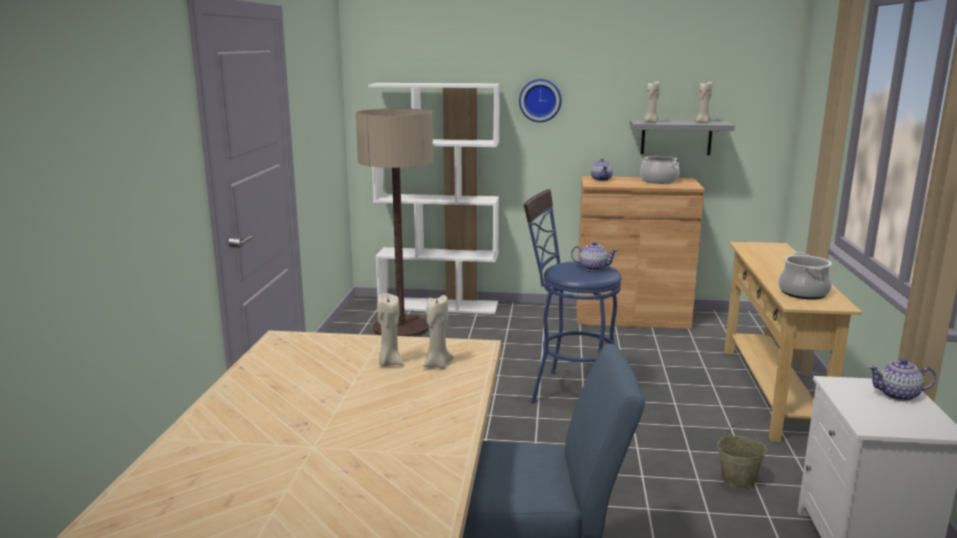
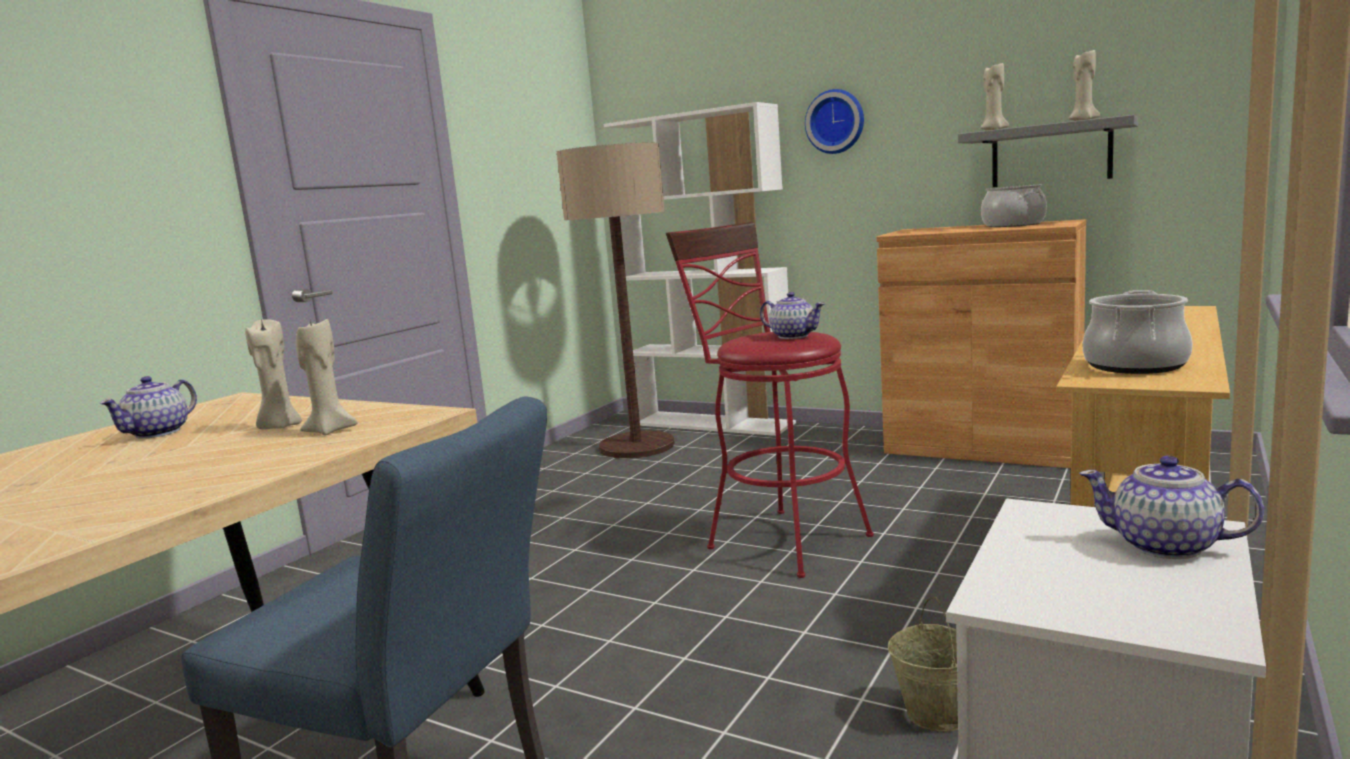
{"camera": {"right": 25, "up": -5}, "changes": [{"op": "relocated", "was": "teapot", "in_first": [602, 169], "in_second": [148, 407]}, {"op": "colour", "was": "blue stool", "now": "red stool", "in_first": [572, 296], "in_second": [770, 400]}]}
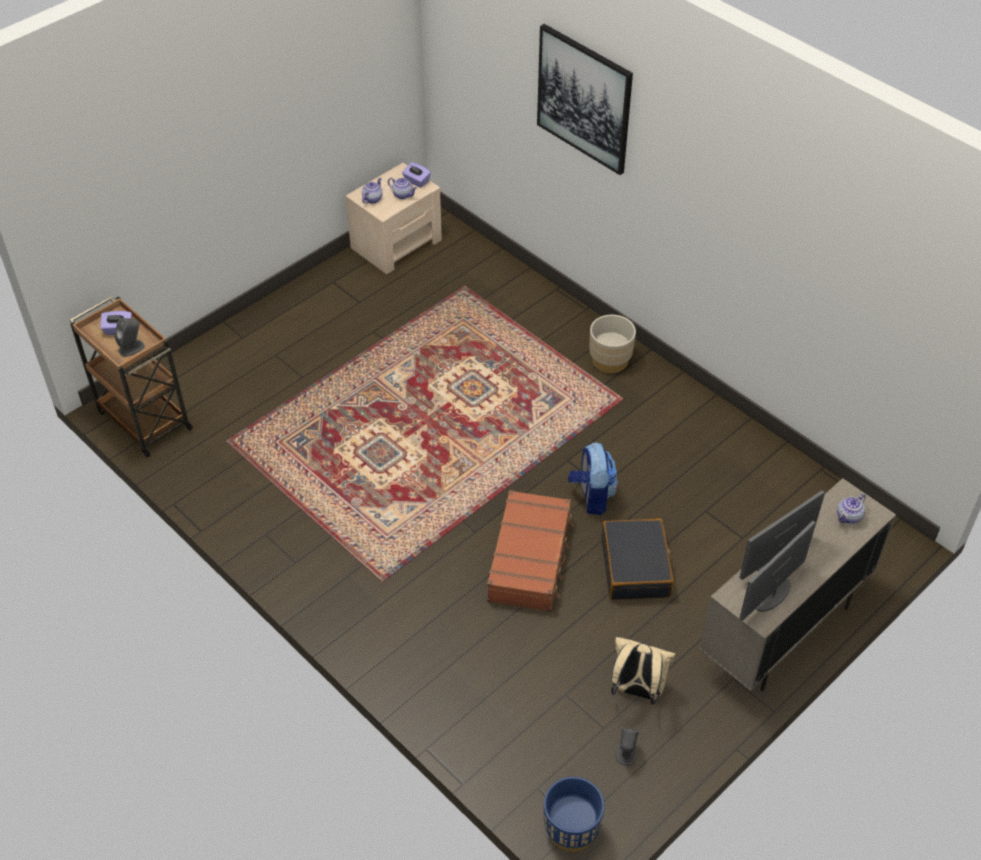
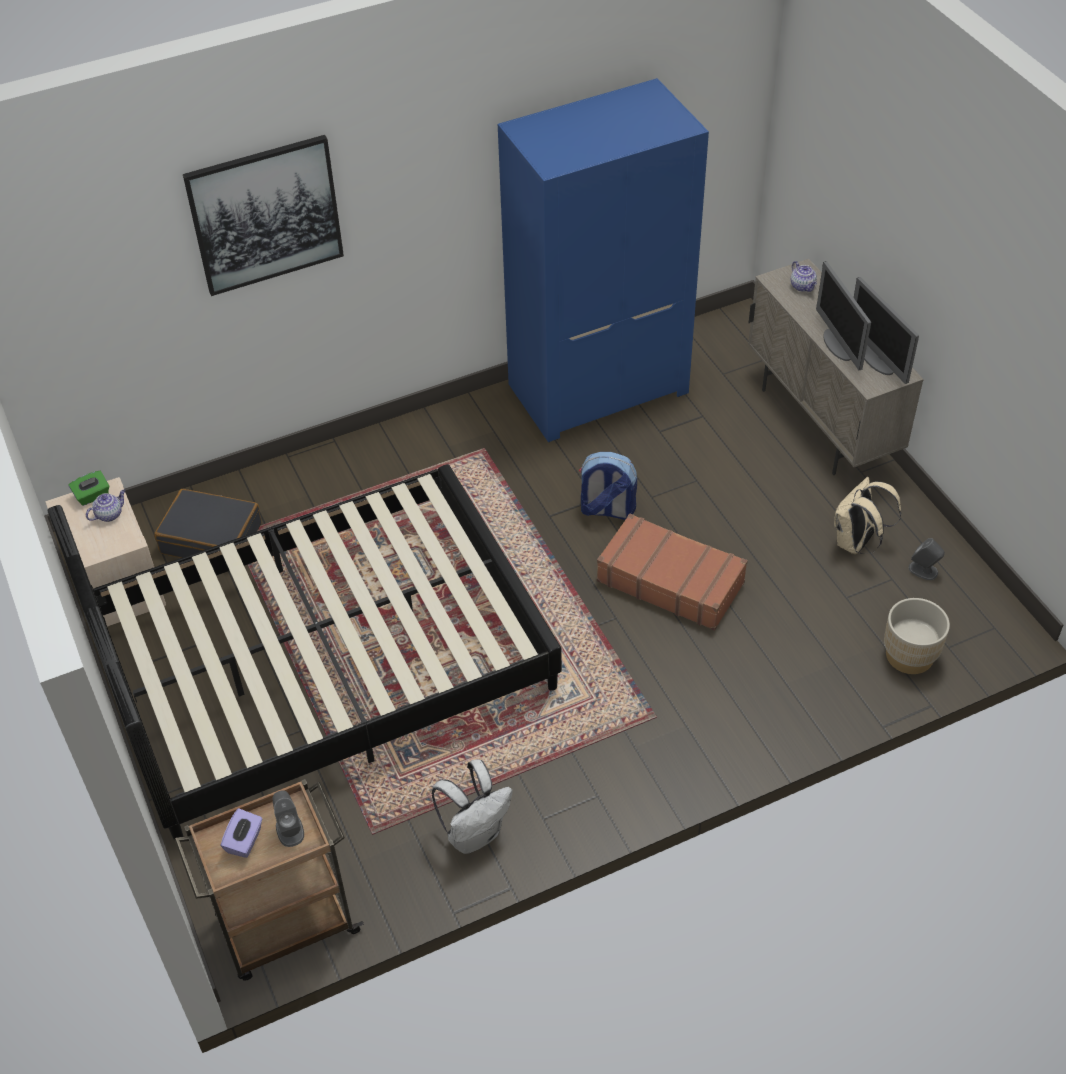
{"camera": {"right": -70, "up": 0}, "changes": [{"op": "appeared", "now": "black bed", "in_second": [305, 652]}, {"op": "colour", "was": "purple tissue box", "now": "green tissue box", "in_first": [416, 175], "in_second": [89, 488]}, {"op": "relocated", "was": "black suitcase", "in_first": [637, 559], "in_second": [207, 523]}, {"op": "appeared", "now": "white backpack", "in_second": [472, 806]}, {"op": "appeared", "now": "blue wardrobe", "in_second": [603, 260]}, {"op": "relocated", "was": "beige planter", "in_first": [612, 344], "in_second": [917, 636]}, {"op": "missing", "was": "teapot", "in_first": [372, 191]}, {"op": "missing", "was": "blue planter", "in_first": [574, 814]}]}
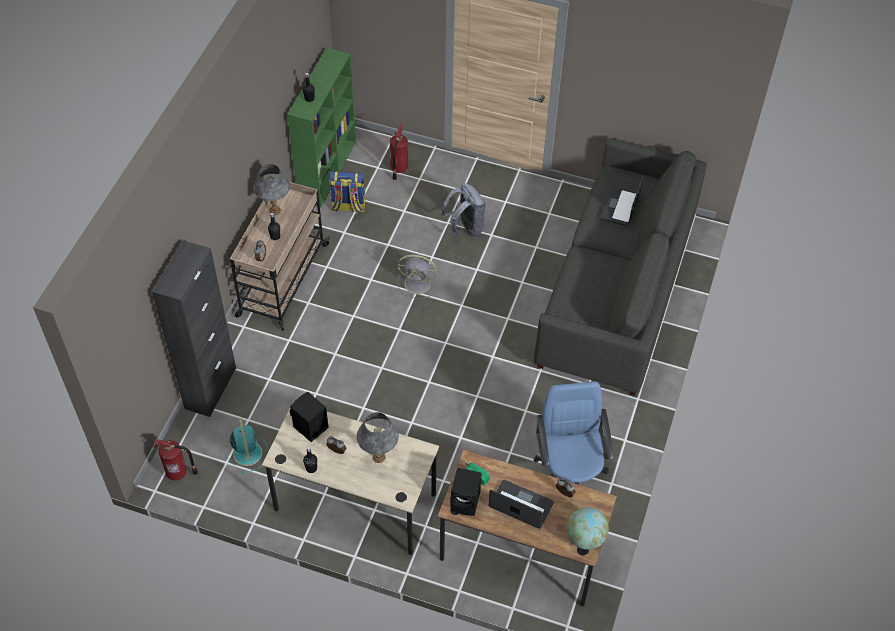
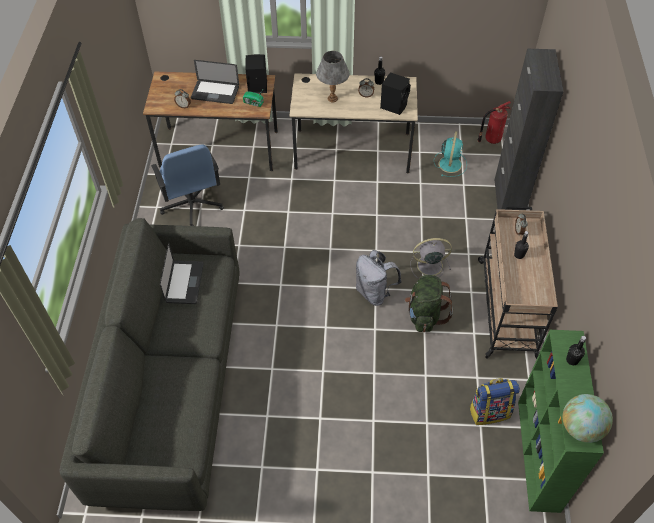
{"camera": {"right": 165, "up": 0}, "changes": [{"op": "relocated", "was": "laptop", "in_first": [622, 199], "in_second": [182, 273]}, {"op": "relocated", "was": "grey backpack", "in_first": [463, 210], "in_second": [379, 278]}, {"op": "appeared", "now": "green backpack", "in_second": [429, 303]}, {"op": "relocated", "was": "grey fan", "in_first": [418, 277], "in_second": [431, 258]}, {"op": "spun", "was": "turquoise fan", "in_first": [247, 446], "in_second": [450, 154], "clockwise": -135}, {"op": "relocated", "was": "globe", "in_first": [588, 528], "in_second": [588, 418]}, {"op": "missing", "was": "grey table lamp", "in_first": [271, 189]}, {"op": "missing", "was": "fire extinguisher", "in_first": [399, 152]}]}
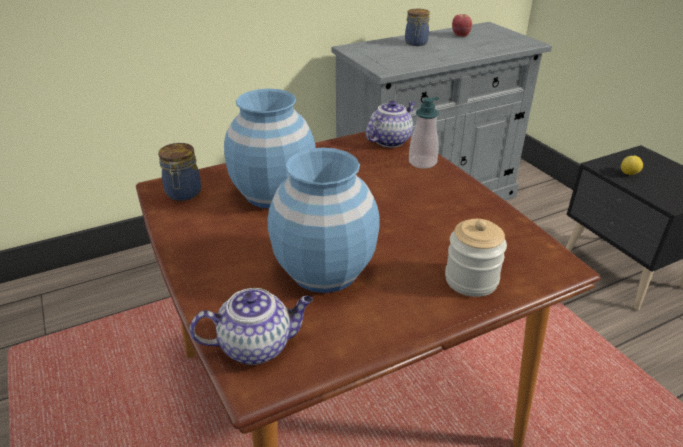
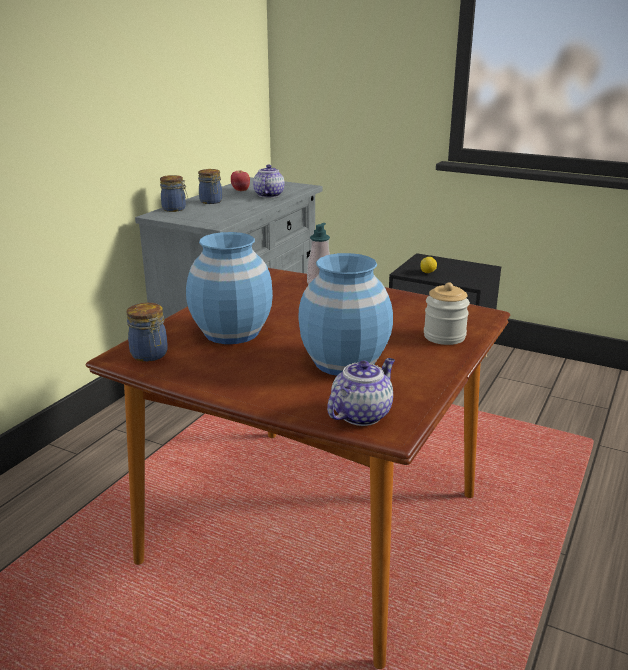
{"camera": {"right": -35, "up": -10}, "changes": [{"op": "appeared", "now": "jar", "in_second": [174, 193]}, {"op": "relocated", "was": "teapot", "in_first": [391, 124], "in_second": [269, 181]}]}
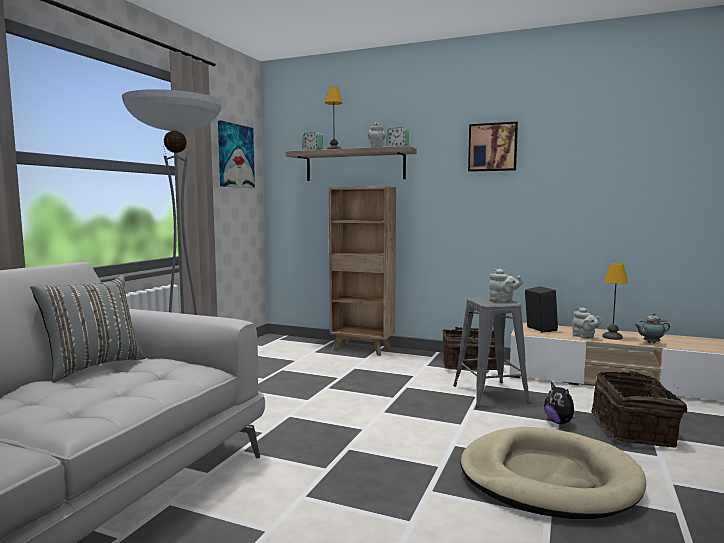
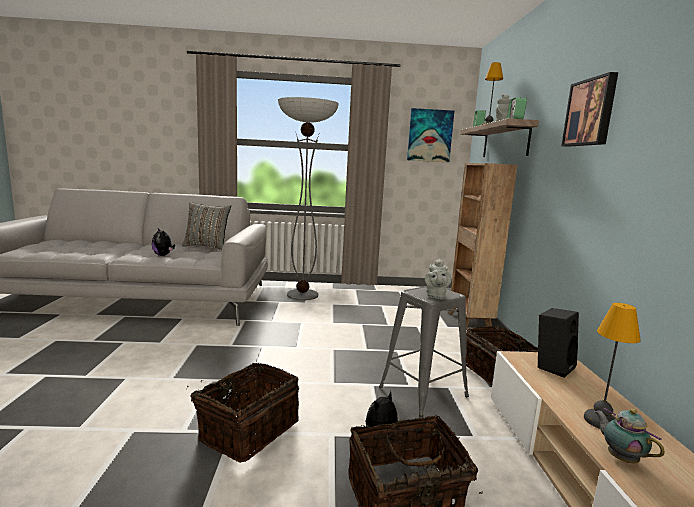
{"camera": {"right": 65, "up": 5}, "changes": [{"op": "appeared", "now": "plush toy", "in_second": [163, 242]}, {"op": "exchanged", "was": "beige dog bed", "now": "basket", "in_first": [553, 473], "in_second": [243, 413]}, {"op": "missing", "was": "grey teapot", "in_first": [587, 323]}]}
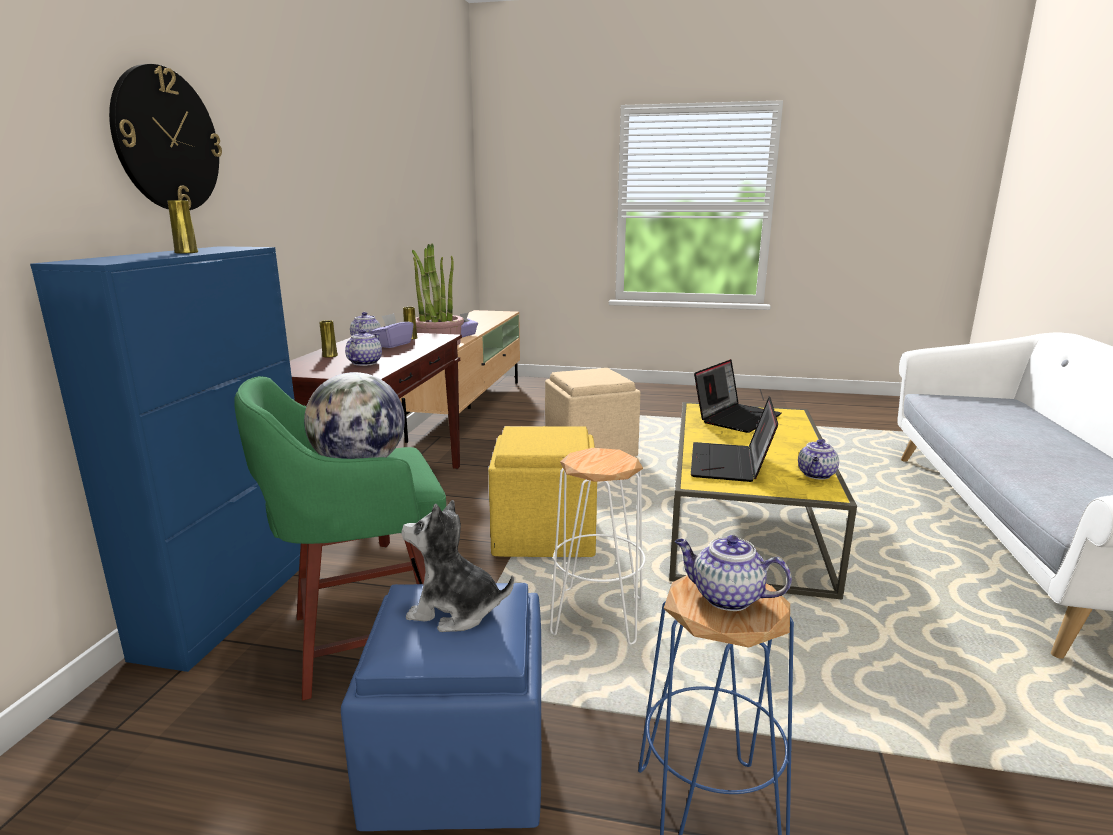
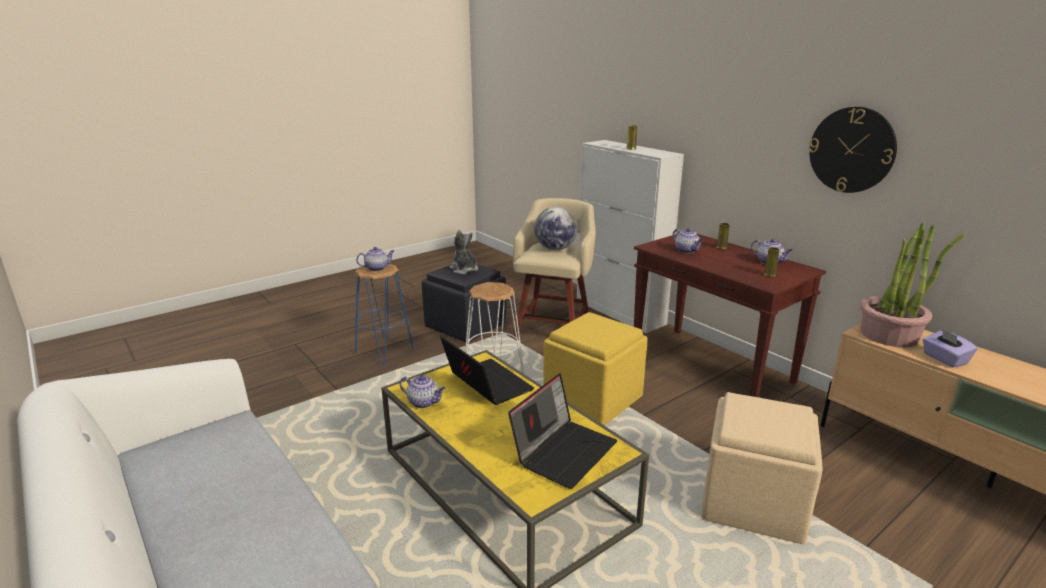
{"camera": {"right": 130, "up": 5}, "changes": [{"op": "spun", "was": "teapot", "in_first": [818, 459], "in_second": [422, 391], "clockwise": 135}, {"op": "colour", "was": "blue ottoman", "now": "black ottoman", "in_first": [441, 707], "in_second": [464, 303]}, {"op": "spun", "was": "plush toy", "in_first": [458, 566], "in_second": [463, 252], "clockwise": -90}, {"op": "spun", "was": "laptop", "in_first": [737, 396], "in_second": [562, 431], "clockwise": -135}, {"op": "colour", "was": "green stool", "now": "beige stool", "in_first": [340, 538], "in_second": [554, 268]}, {"op": "colour", "was": "blue cabinet", "now": "white cabinet", "in_first": [165, 459], "in_second": [630, 236]}, {"op": "relocated", "was": "wall clock", "in_first": [165, 137], "in_second": [853, 150]}, {"op": "missing", "was": "purple tissue box", "in_first": [392, 330]}]}
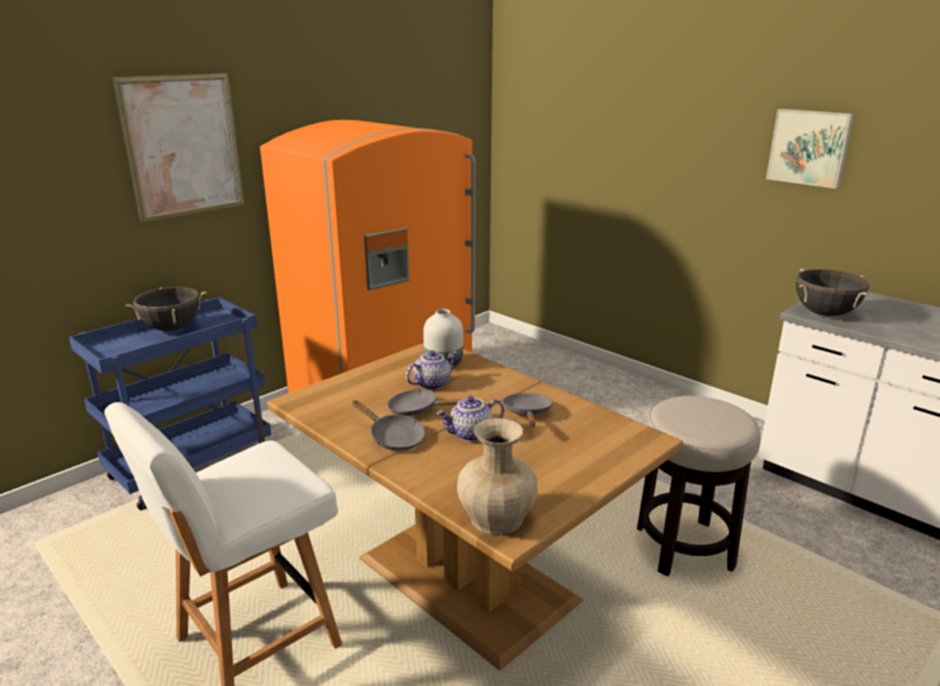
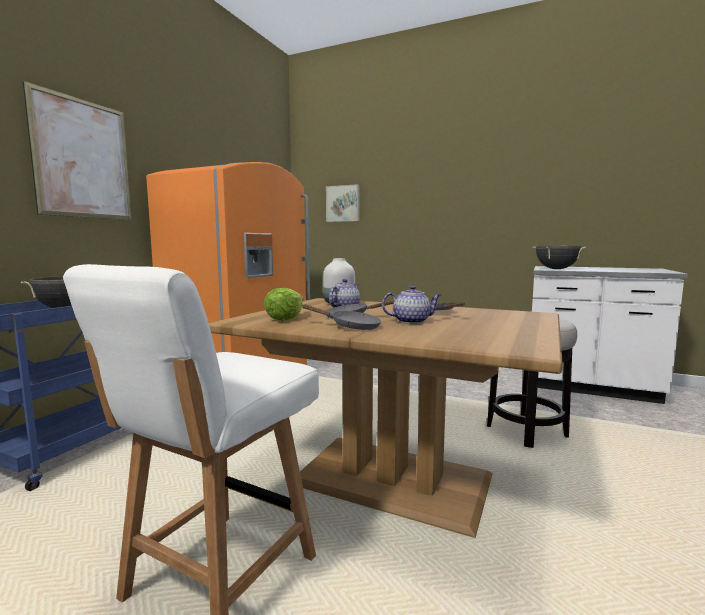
{"camera": {"right": -20, "up": -15}, "changes": [{"op": "appeared", "now": "lettuce", "in_second": [284, 304]}, {"op": "relocated", "was": "picture", "in_first": [810, 149], "in_second": [343, 203]}, {"op": "spun", "was": "teapot", "in_first": [470, 419], "in_second": [411, 304], "clockwise": -150}, {"op": "missing", "was": "beige vase", "in_first": [497, 476]}]}
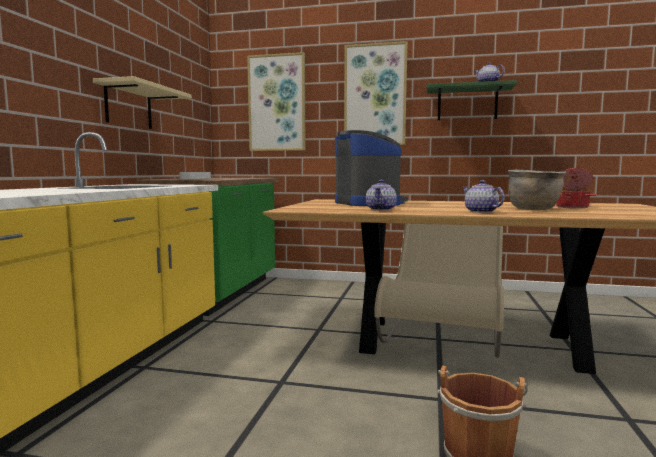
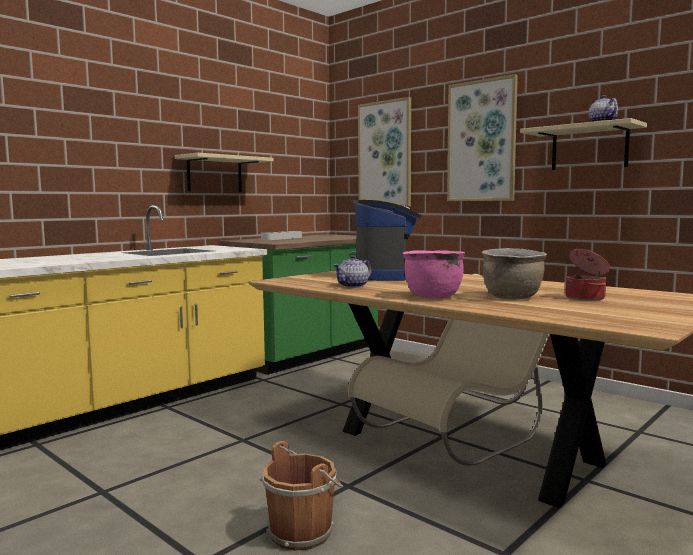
{"camera": {"right": 30, "up": 0}, "changes": [{"op": "exchanged", "was": "teapot", "now": "pink cooking pot", "in_first": [483, 196], "in_second": [434, 274]}, {"op": "colour", "was": "green shelf", "now": "beige shelf", "in_first": [472, 100], "in_second": [583, 144]}]}
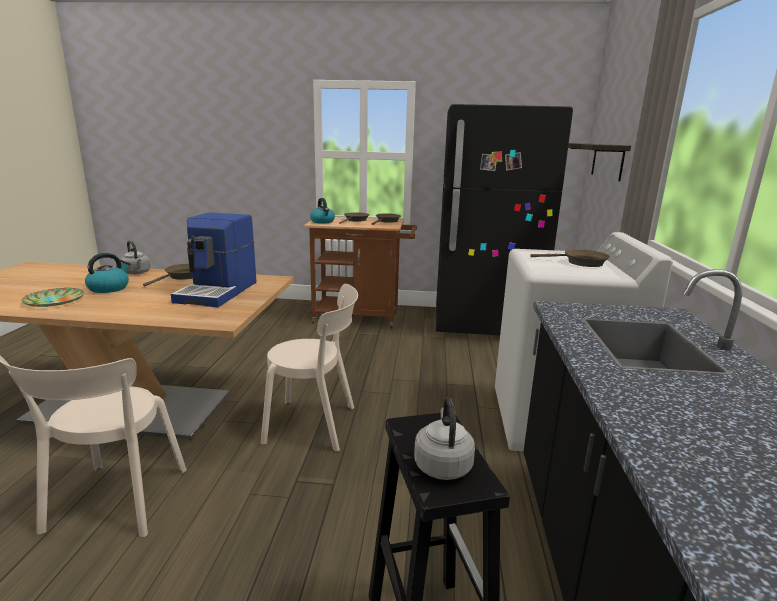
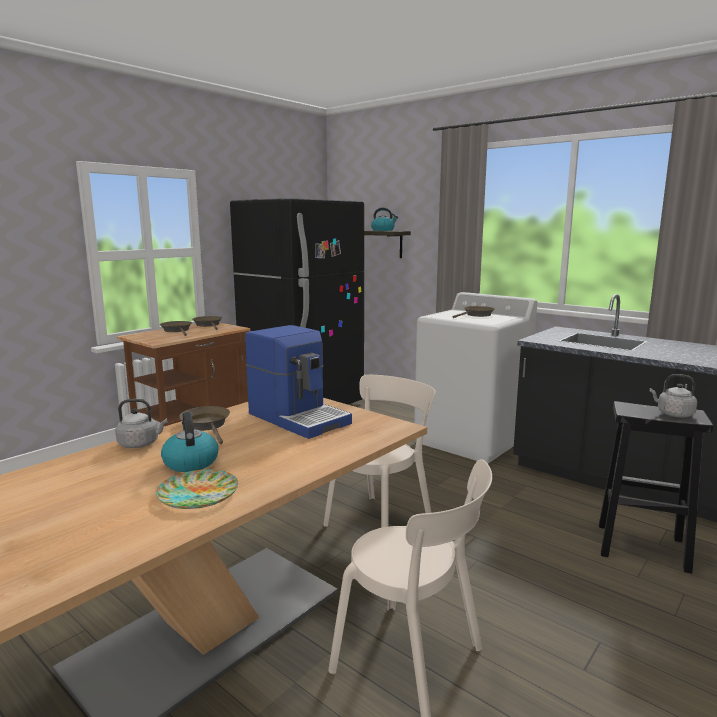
{"camera": {"right": -55, "up": -5}, "changes": [{"op": "relocated", "was": "kettle", "in_first": [322, 210], "in_second": [384, 219]}]}
